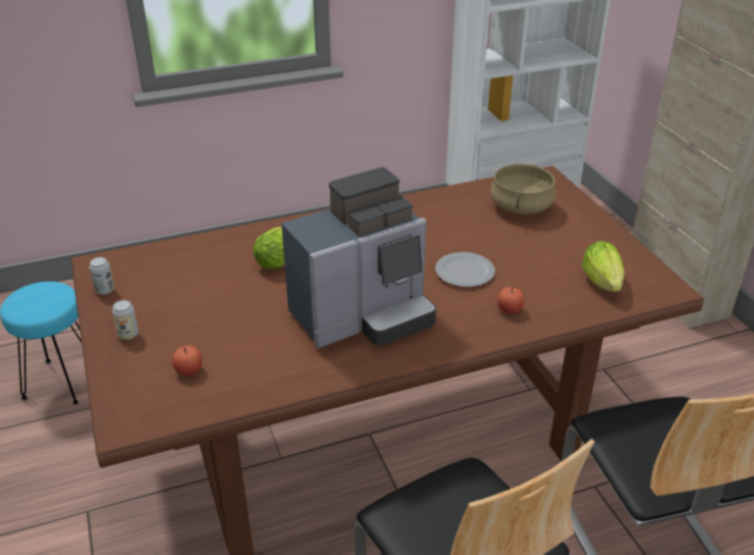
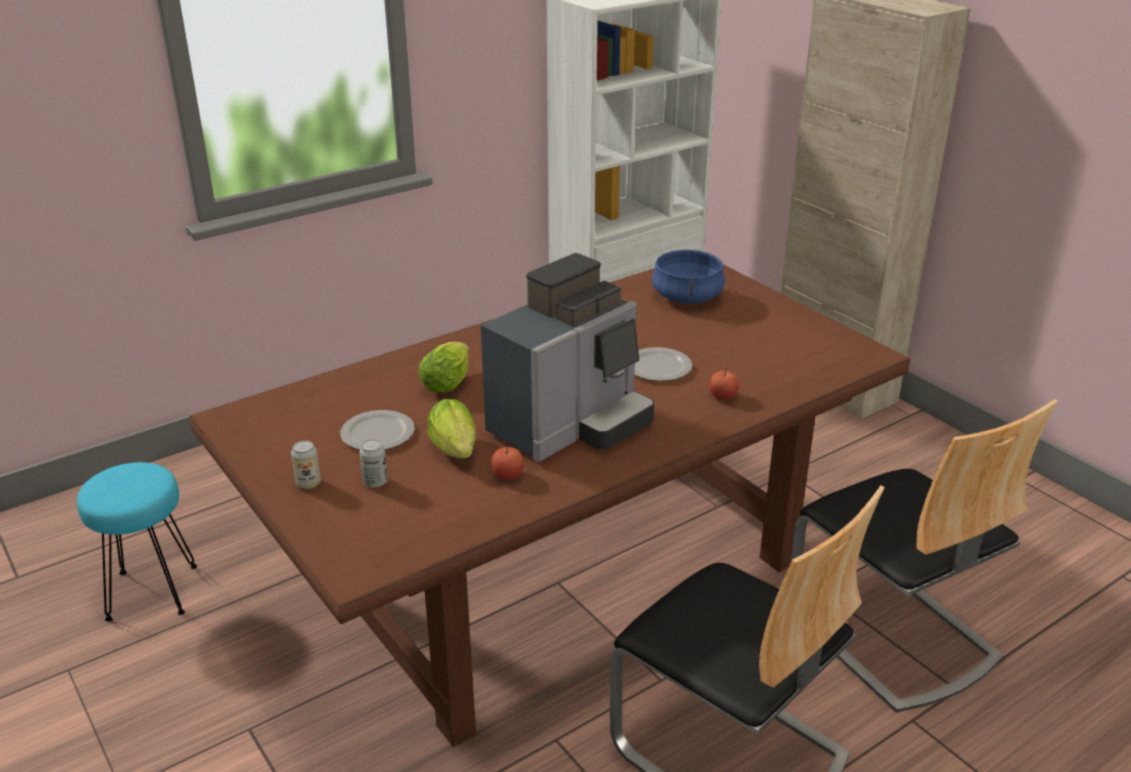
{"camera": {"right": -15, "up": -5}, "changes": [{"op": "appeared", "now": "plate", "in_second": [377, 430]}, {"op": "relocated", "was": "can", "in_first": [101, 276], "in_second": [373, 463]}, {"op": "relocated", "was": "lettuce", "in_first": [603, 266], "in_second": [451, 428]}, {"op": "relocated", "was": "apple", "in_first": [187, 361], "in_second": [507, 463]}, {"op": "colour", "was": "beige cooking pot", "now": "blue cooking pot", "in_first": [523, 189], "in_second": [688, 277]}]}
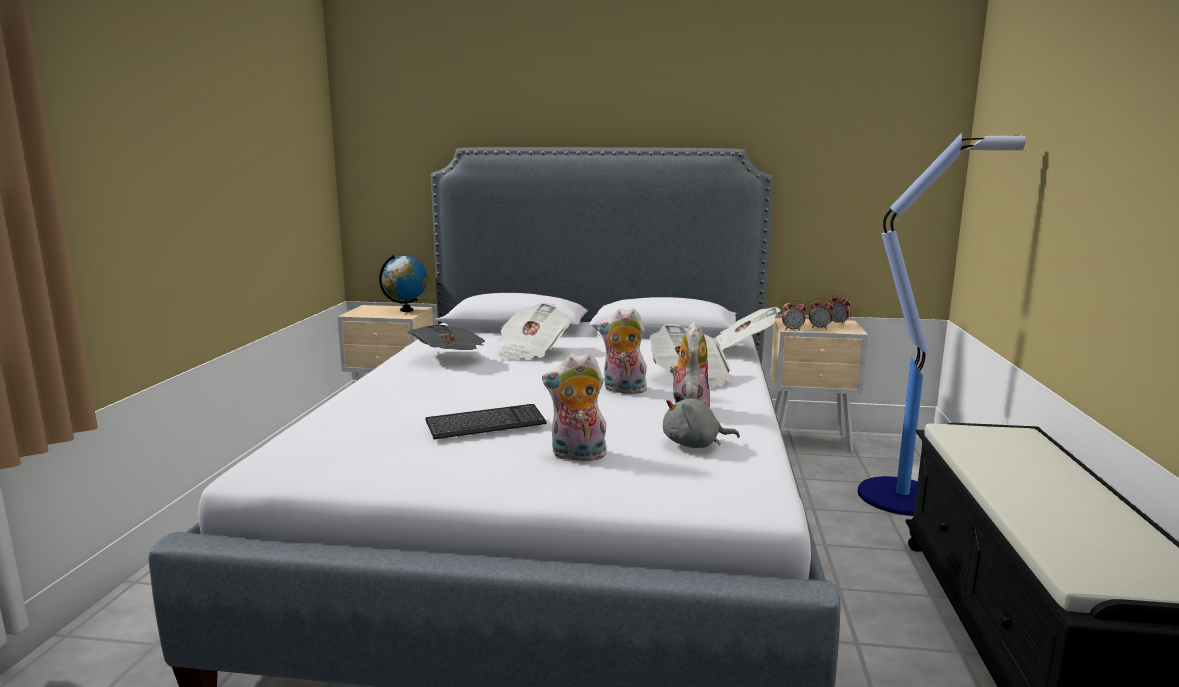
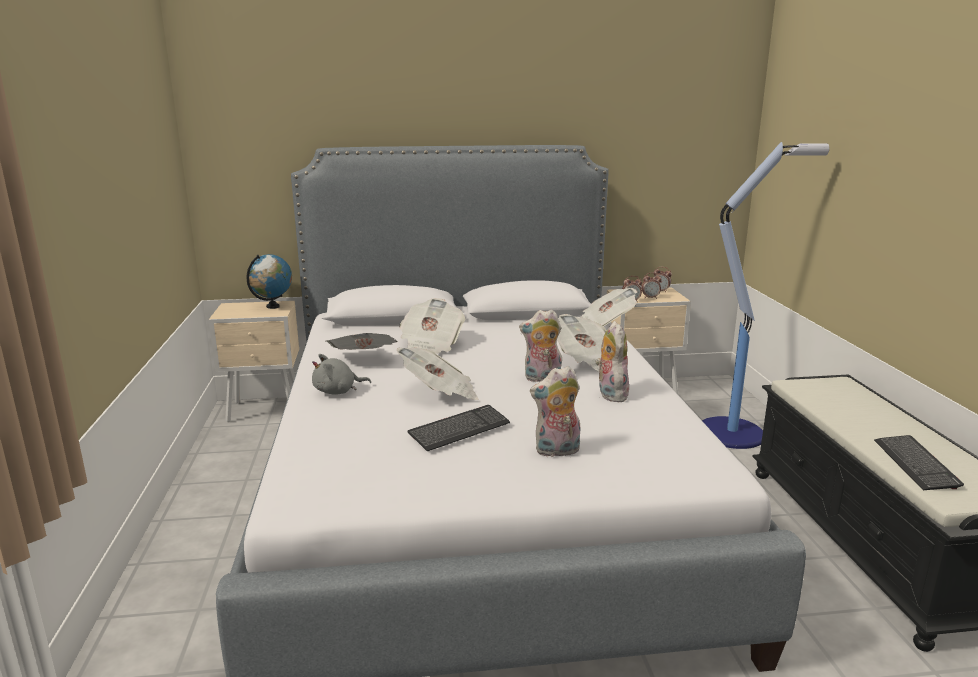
{"camera": {"right": -15, "up": 5}, "changes": [{"op": "relocated", "was": "grey plush toy", "in_first": [701, 419], "in_second": [341, 374]}, {"op": "appeared", "now": "newspaper", "in_second": [438, 373]}, {"op": "appeared", "now": "keyboard", "in_second": [919, 462]}]}
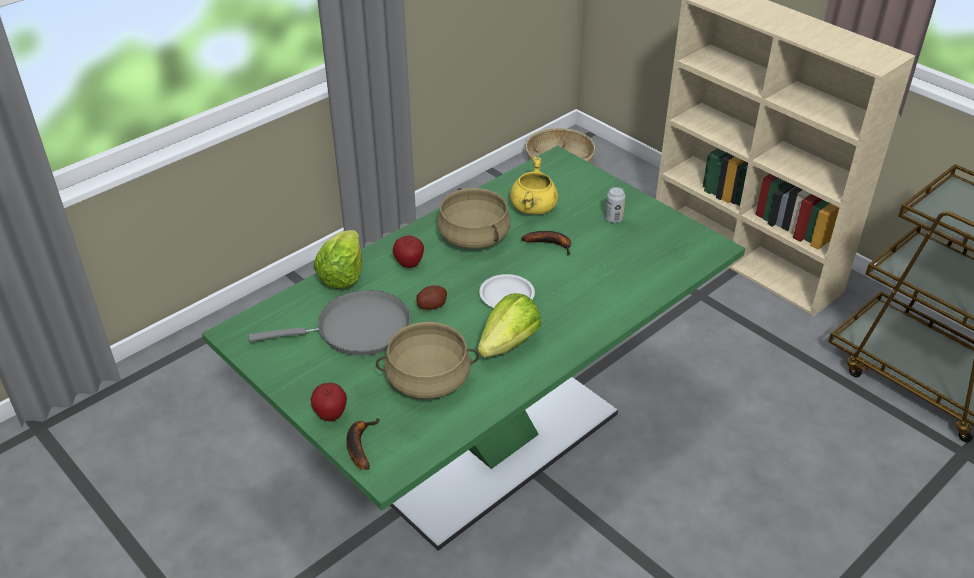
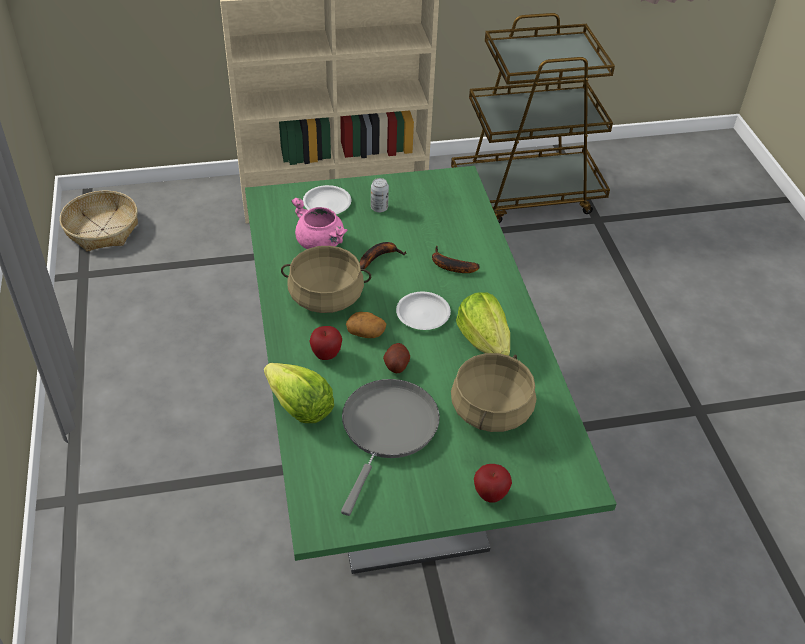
{"camera": {"right": -60, "up": 5}, "changes": [{"op": "colour", "was": "yellow cooking pot", "now": "pink cooking pot", "in_first": [534, 186], "in_second": [319, 223]}, {"op": "appeared", "now": "white plate", "in_second": [327, 199]}, {"op": "appeared", "now": "potato", "in_second": [366, 325]}, {"op": "relocated", "was": "banana", "in_first": [363, 444], "in_second": [456, 259]}]}
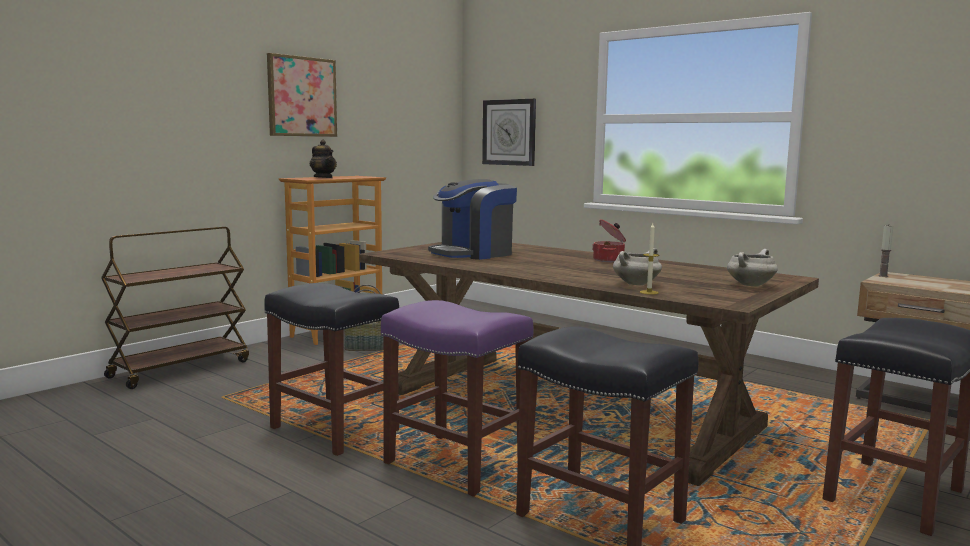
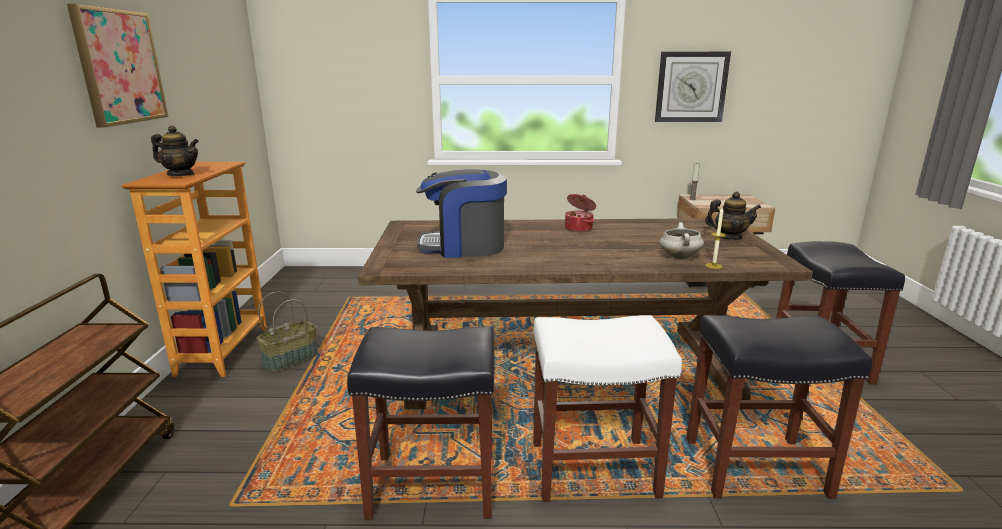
{"camera": {"right": -40, "up": 10}, "changes": [{"op": "spun", "was": "coffee machine", "in_first": [472, 219], "in_second": [461, 213], "clockwise": 75}, {"op": "colour", "was": "purple stool", "now": "white stool", "in_first": [457, 398], "in_second": [607, 408]}, {"op": "relocated", "was": "wall clock", "in_first": [509, 132], "in_second": [693, 87]}, {"op": "exchanged", "was": "white cooking pot", "now": "teapot", "in_first": [752, 268], "in_second": [733, 216]}]}
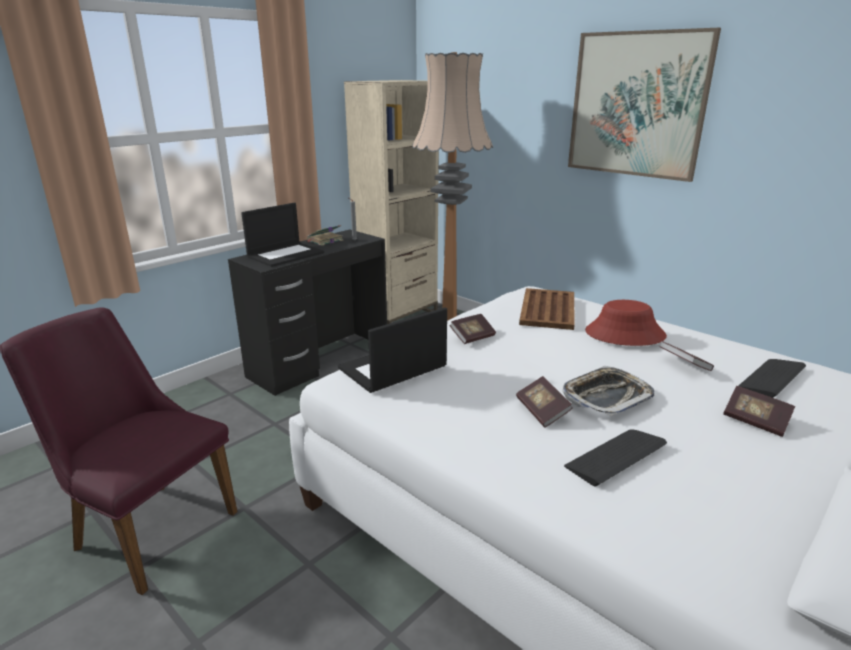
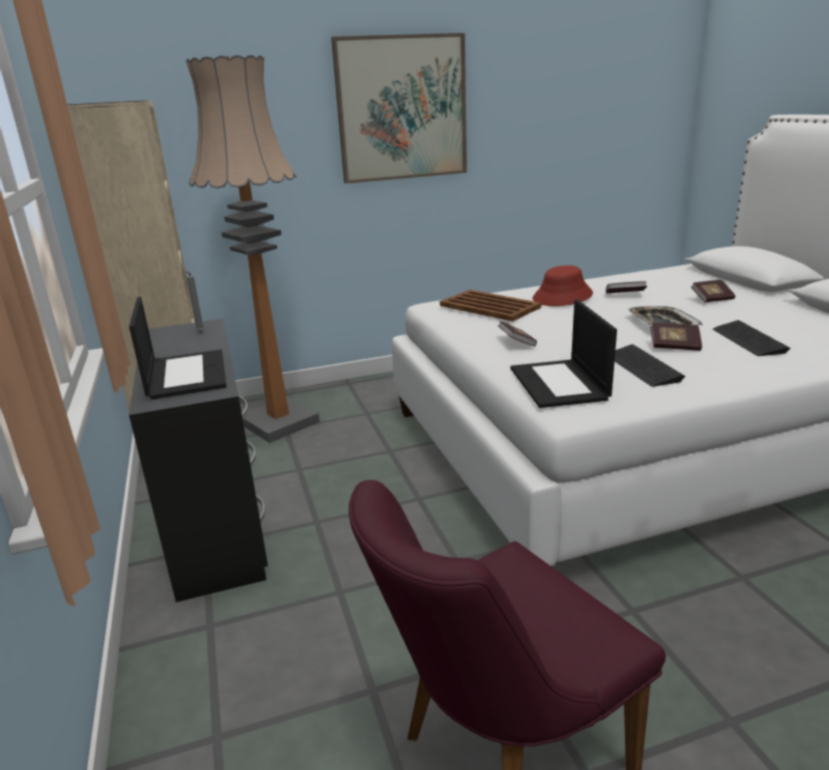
{"camera": {"right": -60, "up": 0}, "changes": [{"op": "relocated", "was": "keyboard", "in_first": [772, 378], "in_second": [650, 365]}, {"op": "missing", "was": "book", "in_first": [324, 235]}]}
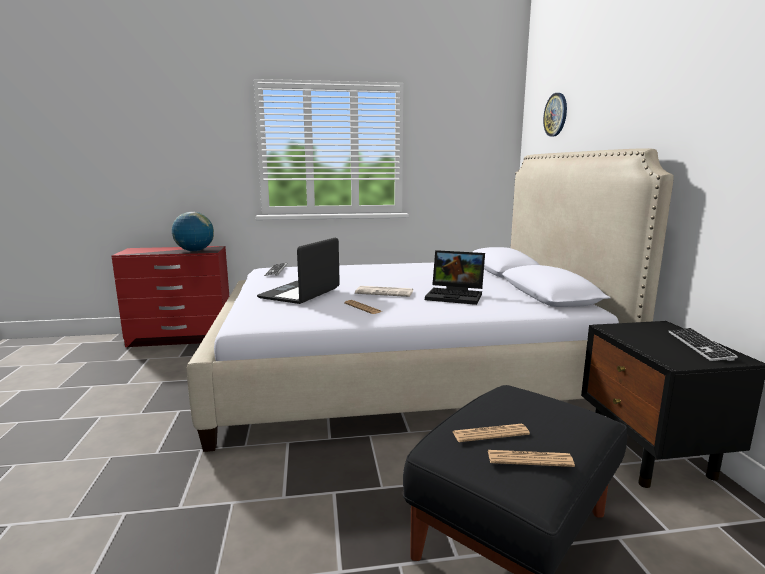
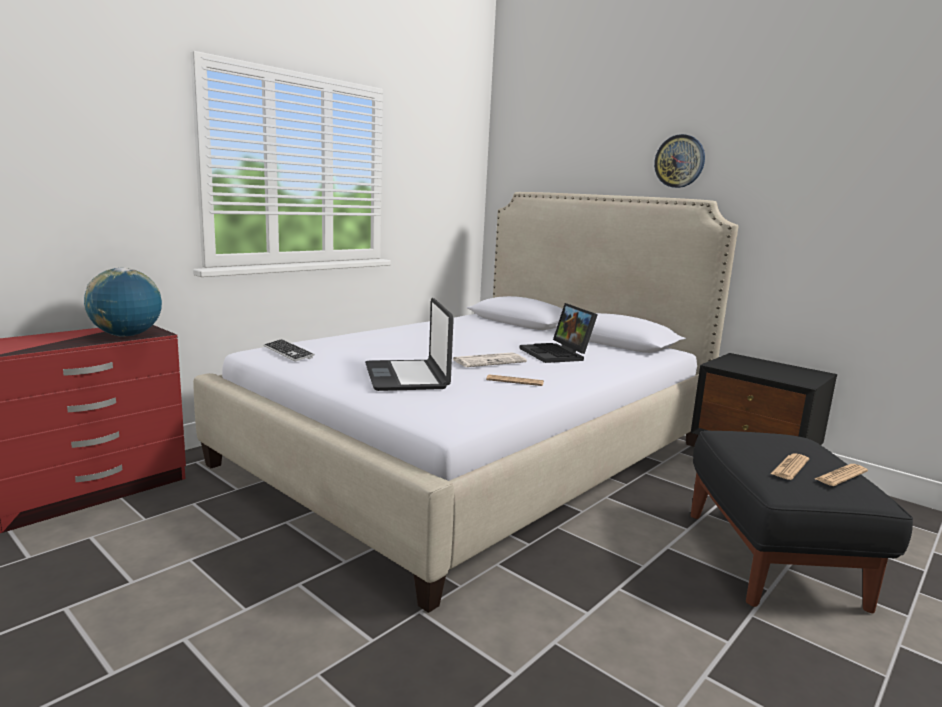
{"camera": {"right": -40, "up": 0}, "changes": [{"op": "spun", "was": "laptop", "in_first": [455, 277], "in_second": [558, 333], "clockwise": 90}, {"op": "relocated", "was": "wall clock", "in_first": [555, 115], "in_second": [679, 161]}, {"op": "missing", "was": "keyboard", "in_first": [703, 344]}]}
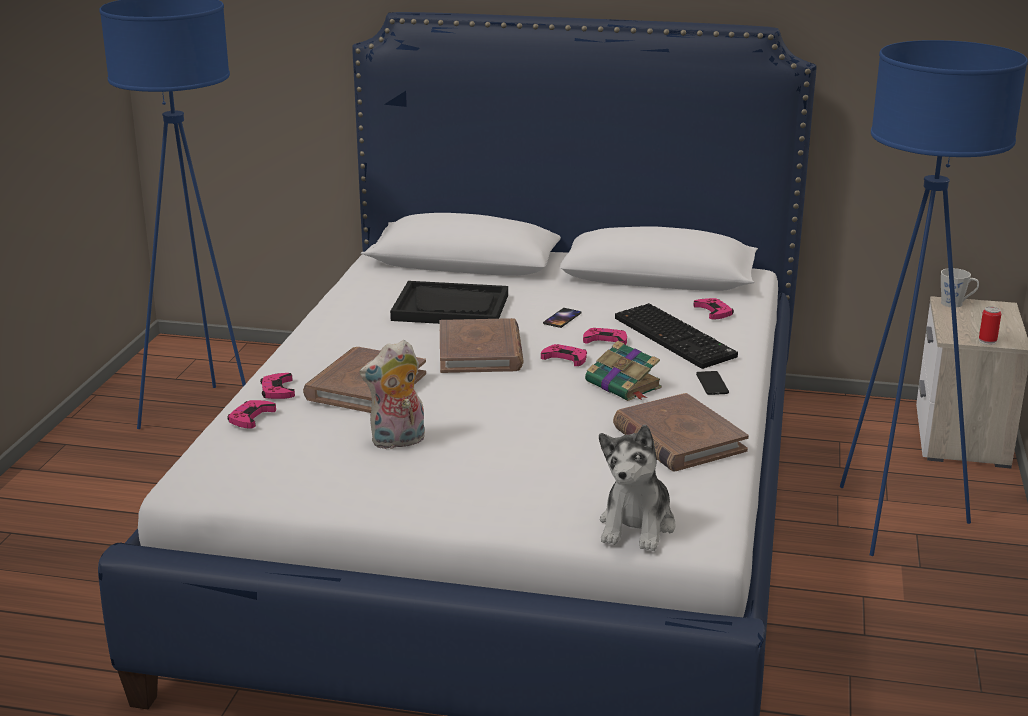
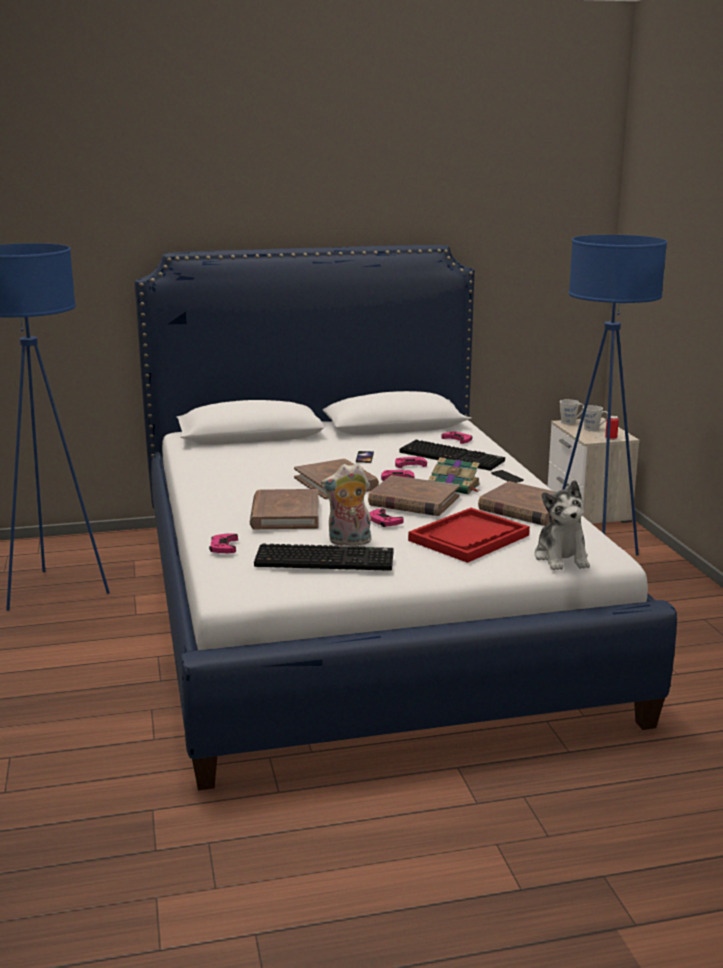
{"camera": {"right": -25, "up": -5}, "changes": [{"op": "appeared", "now": "keyboard", "in_second": [324, 557]}, {"op": "spun", "was": "plush toy", "in_first": [392, 394], "in_second": [346, 504], "clockwise": 45}, {"op": "appeared", "now": "brown book", "in_second": [414, 495]}, {"op": "relocated", "was": "pink game controller", "in_first": [277, 386], "in_second": [386, 517]}, {"op": "appeared", "now": "red tray", "in_second": [469, 535]}, {"op": "appeared", "now": "grey mug", "in_second": [595, 418]}, {"op": "missing", "was": "black tray", "in_first": [449, 302]}]}
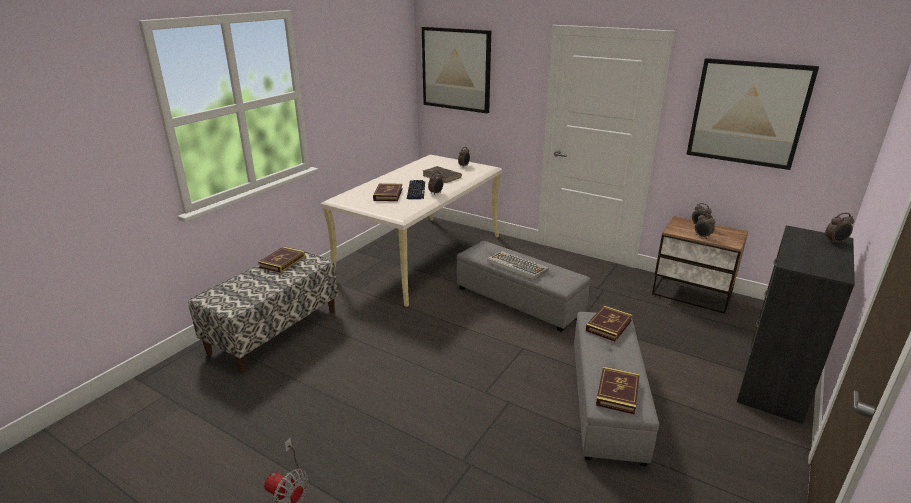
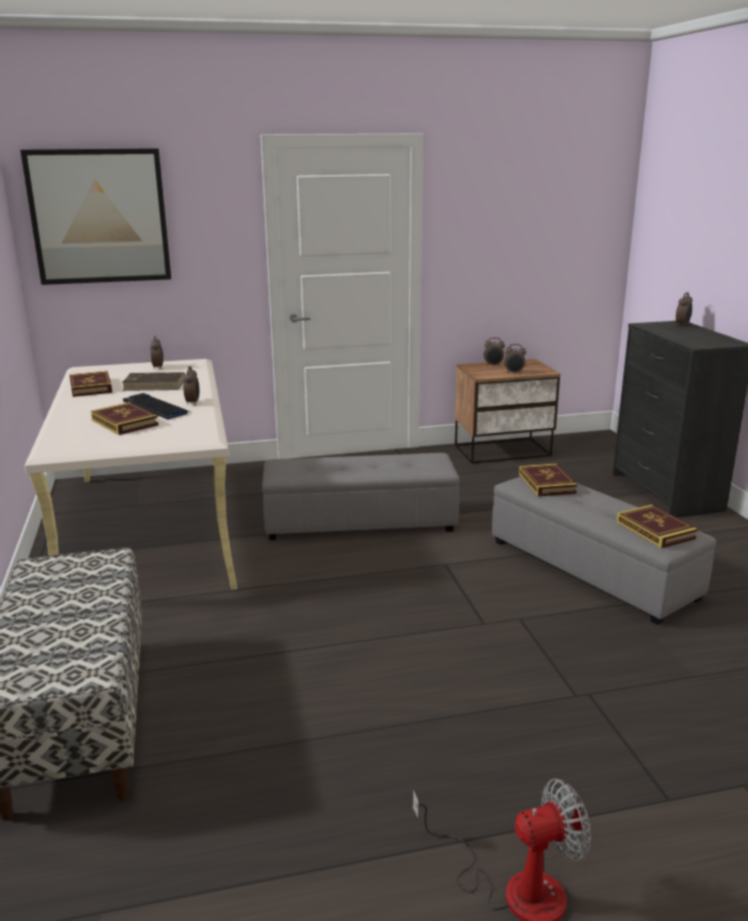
{"camera": {"right": -45, "up": -5}, "changes": [{"op": "relocated", "was": "book", "in_first": [281, 259], "in_second": [90, 384]}, {"op": "missing", "was": "keyboard", "in_first": [518, 265]}, {"op": "missing", "was": "picture", "in_first": [752, 114]}]}
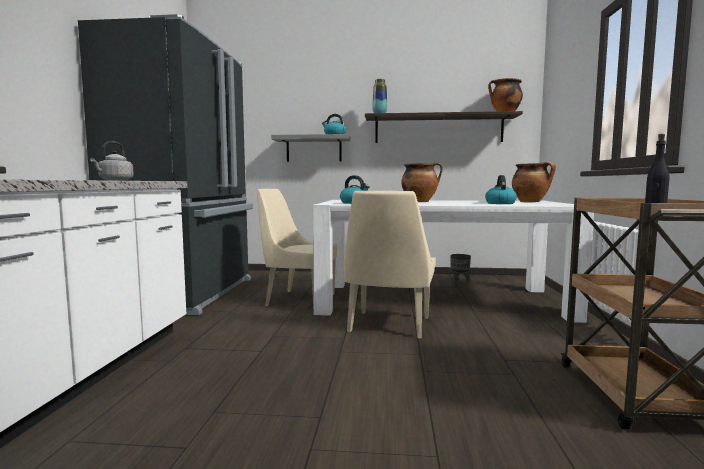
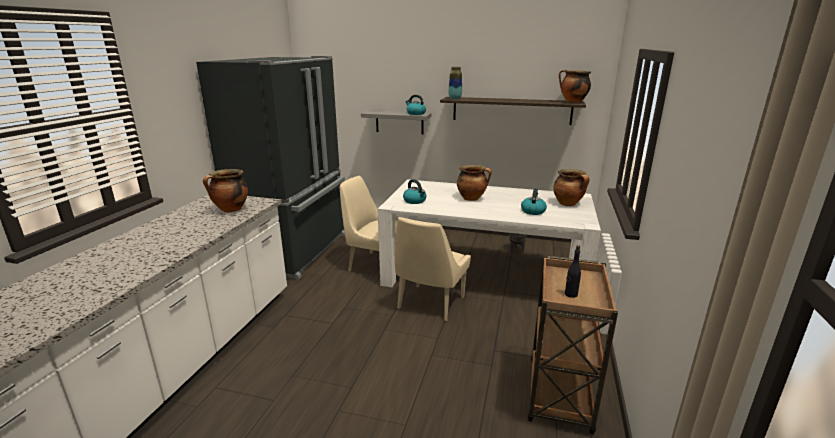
{"camera": {"right": 10, "up": 15}, "changes": [{"op": "exchanged", "was": "grey kettle", "now": "cooking pot", "in_first": [112, 161], "in_second": [225, 190]}]}
